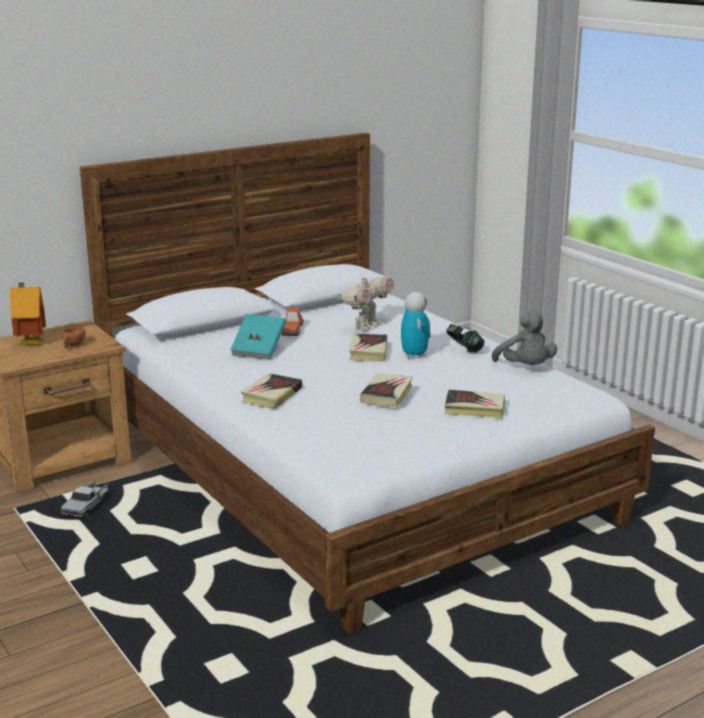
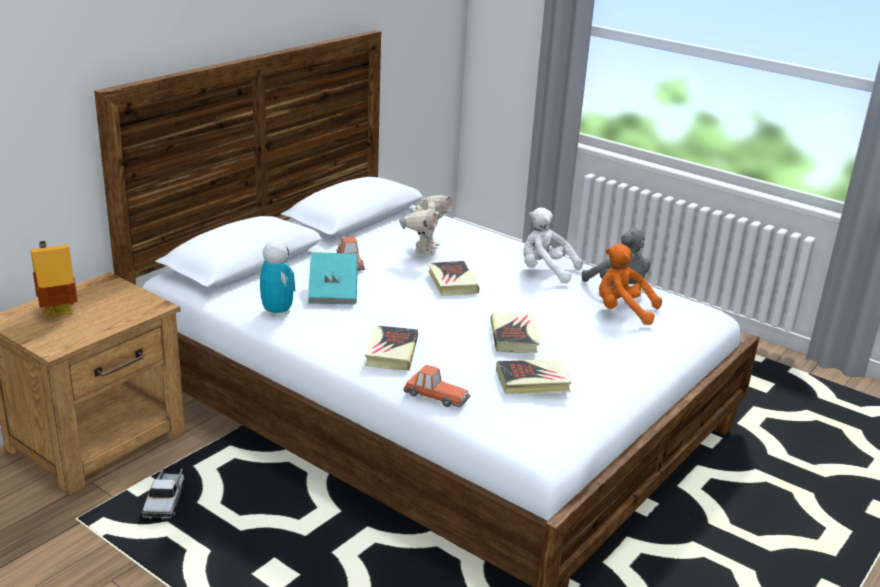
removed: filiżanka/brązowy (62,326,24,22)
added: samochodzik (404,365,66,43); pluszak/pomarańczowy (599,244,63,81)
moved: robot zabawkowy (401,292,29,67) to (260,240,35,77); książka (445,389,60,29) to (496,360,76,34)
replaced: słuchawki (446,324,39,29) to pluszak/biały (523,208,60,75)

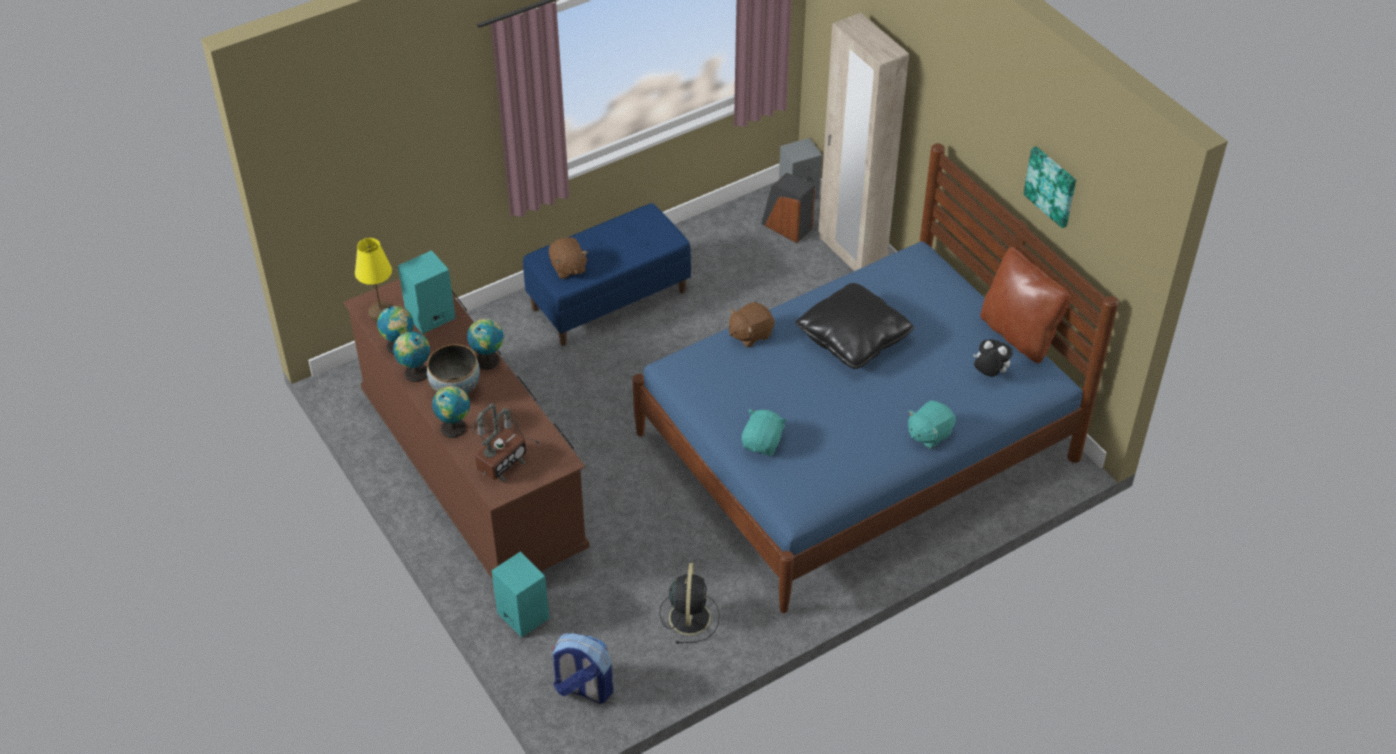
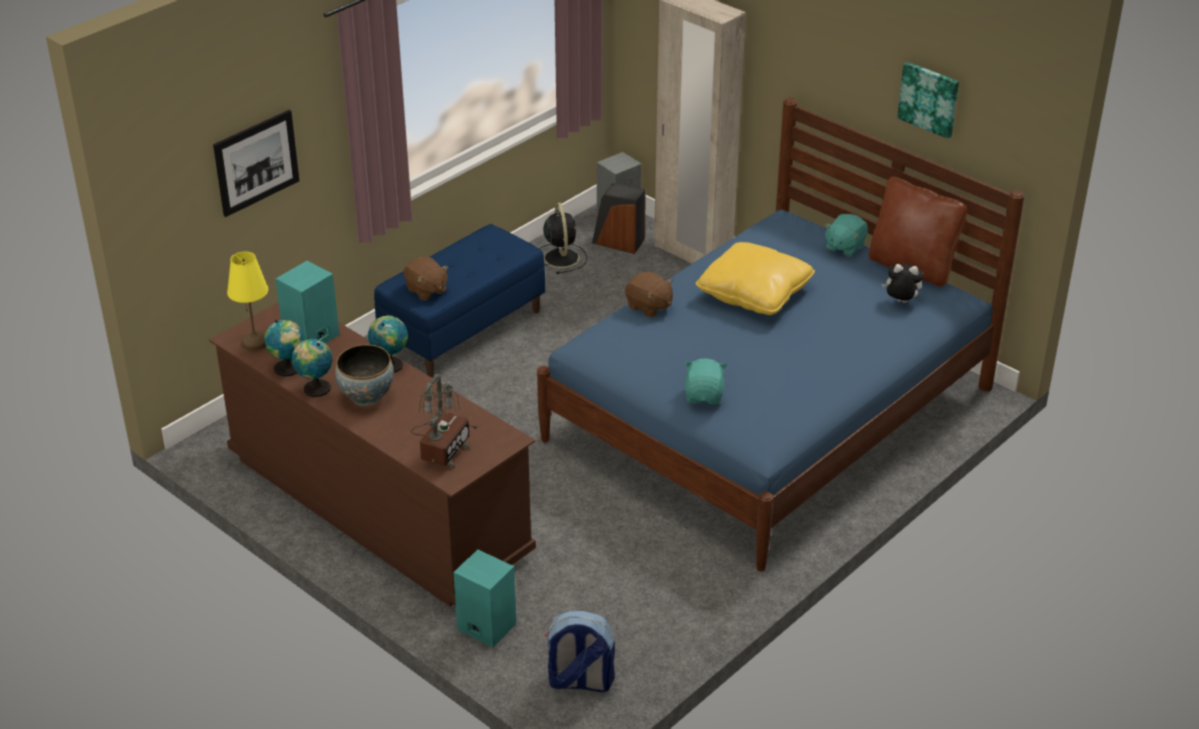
removed: globus (432,386,38,52)
added: obraz (213,110,87,107)
moved: wentylator/czarny (659,563,61,81) to (539,203,48,71); pluszak/turkusowy (908,400,48,49) to (824,214,44,43)
recoloured: poduszka/czarny (796,283,118,86) to poduszka/żółty (696,242,119,73)
turned: pluszak/brązowy (729,302,46,45) = (625,271,48,47) 90 degrees counterclockwise

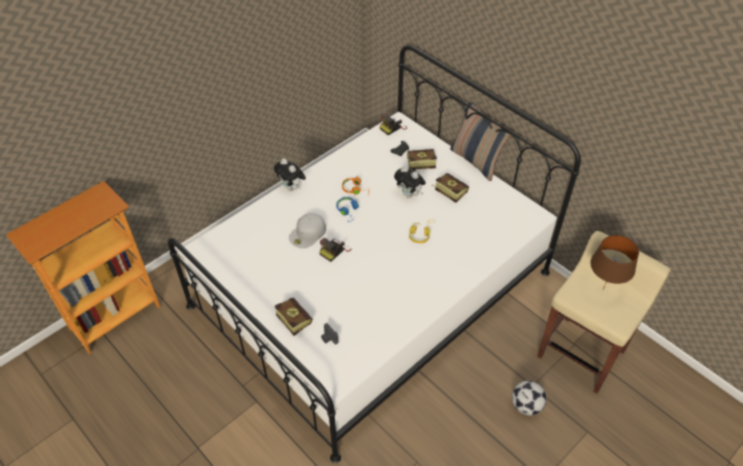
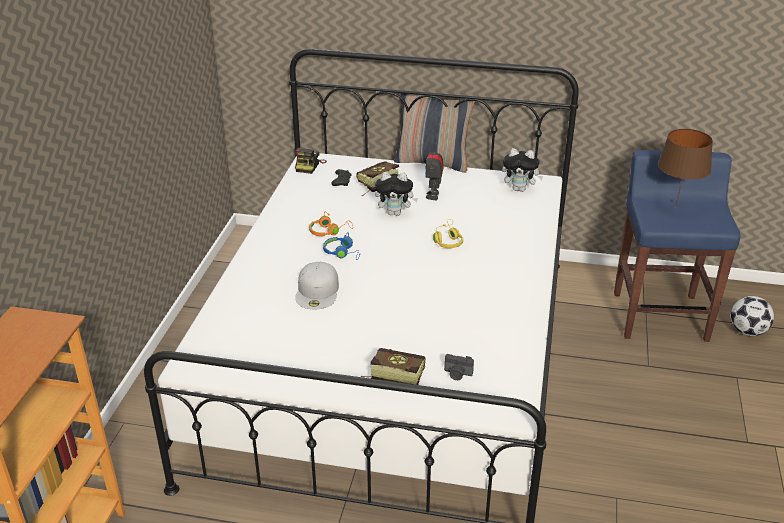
removed: aparat fotograficzny (319,238,32,24)
moved: pluszak (274,158,32,33) to (502,148,42,44); piłka futbolowa (512,381,35,35) to (731,296,43,40)
replaced: książka (432,173,37,30) to robot zabawkowy (425,141,19,59)
recoloured: stołek/beżowy (537,231,134,162) to stołek/niebieski (614,150,127,192)

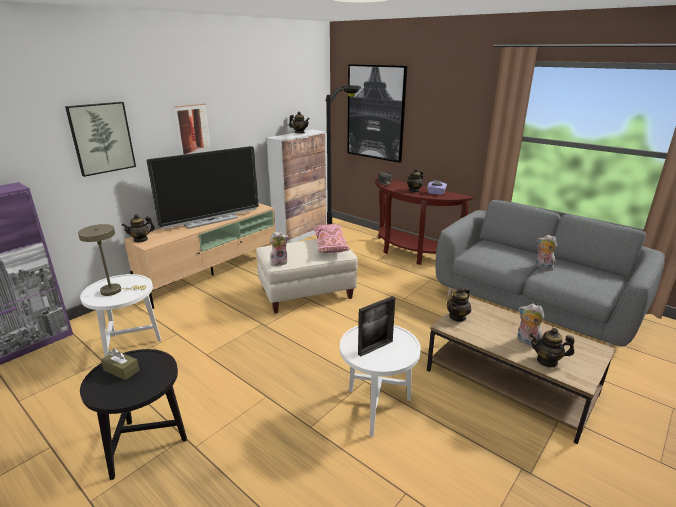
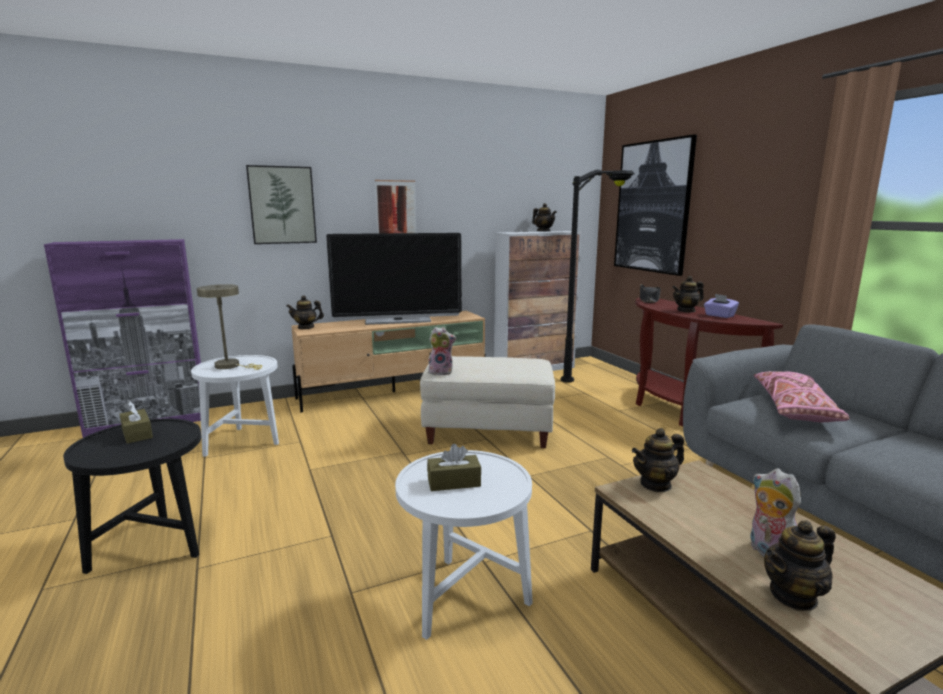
removed: pluszak (536,235,21,36)
moved: poduszka/różowy (313,224,36,29) to (754,371,96,51)
replaced: ramka na zdjęcie (358,296,37,61) to pudełko chusteczek/brązowy (427,444,54,47)
turned: imbryk (530,328,45,39) = (764,520,72,91) 60 degrees counterclockwise

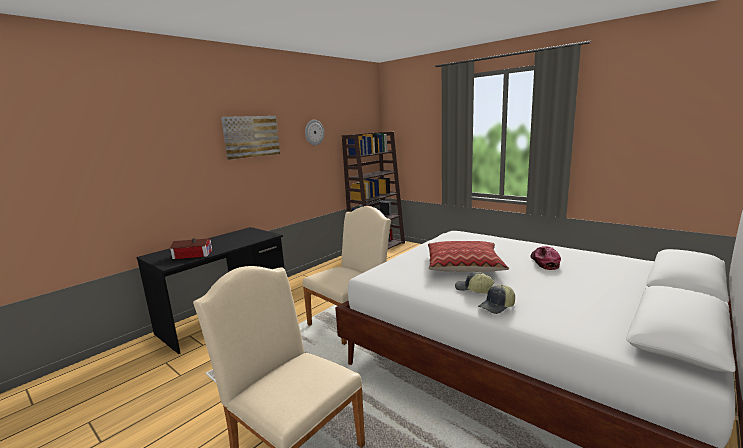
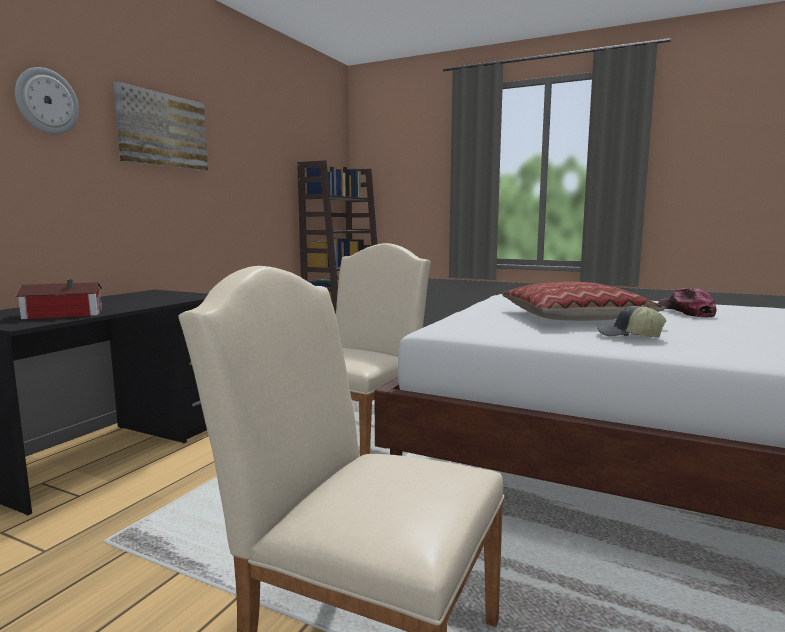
removed: czapka z daszkiem (478,285,37,29)
moved: zegar ścienny (305,120,19,25) to (15,67,64,68)

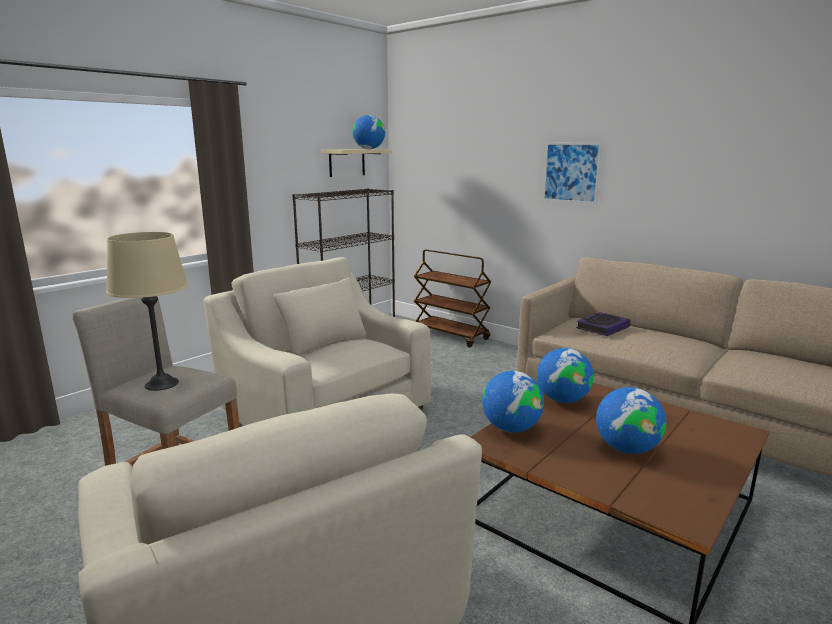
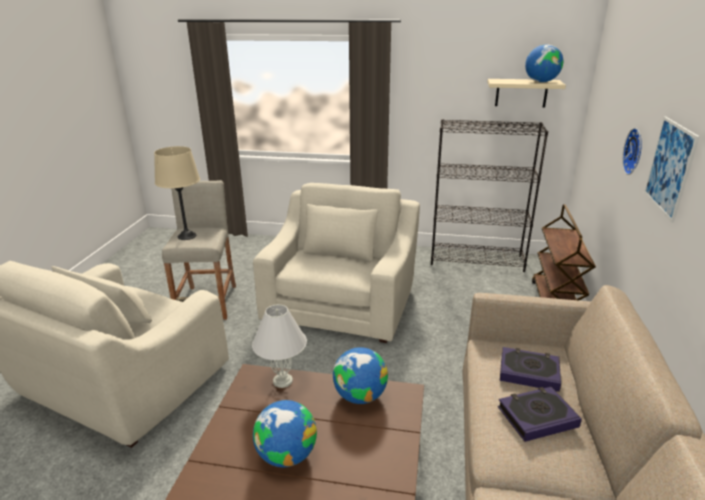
added: książka (498,387,84,55); zegar ścienny (622,128,20,47)
replaced: globus (482,371,62,62) to lampa stołowa/biały (252,304,55,84)

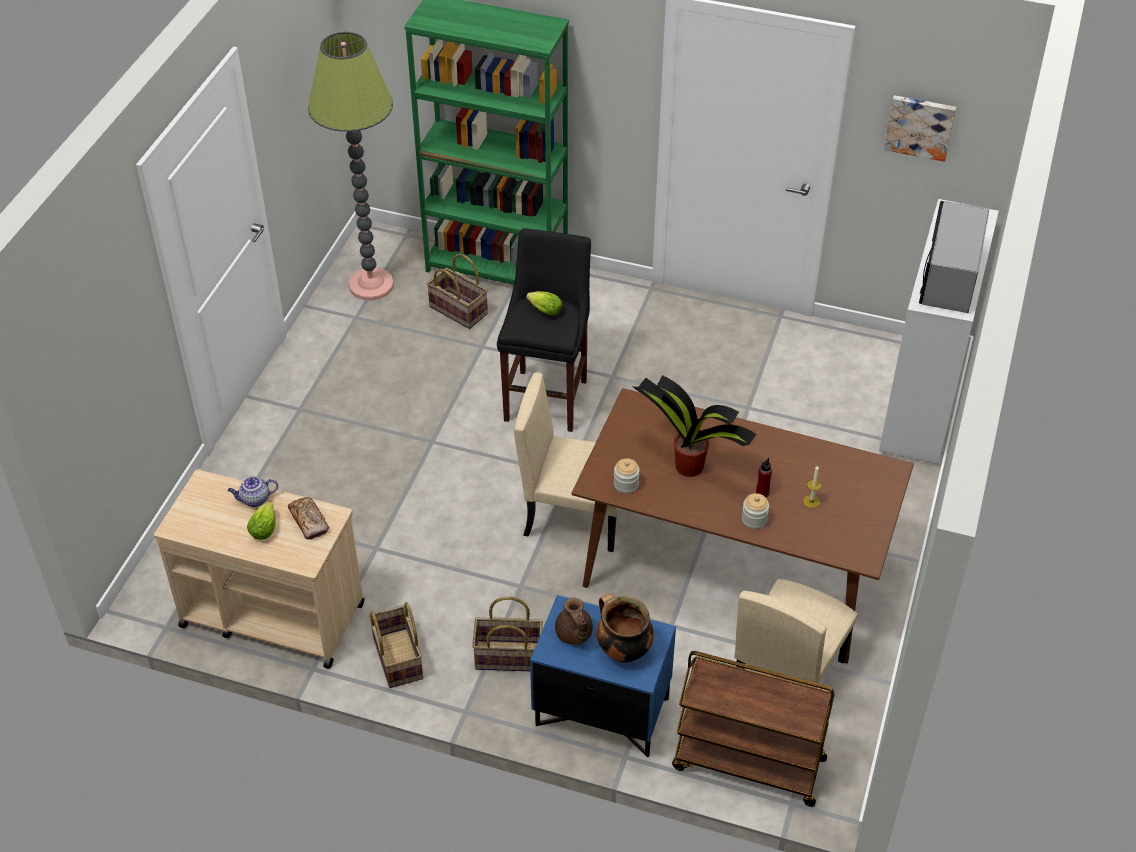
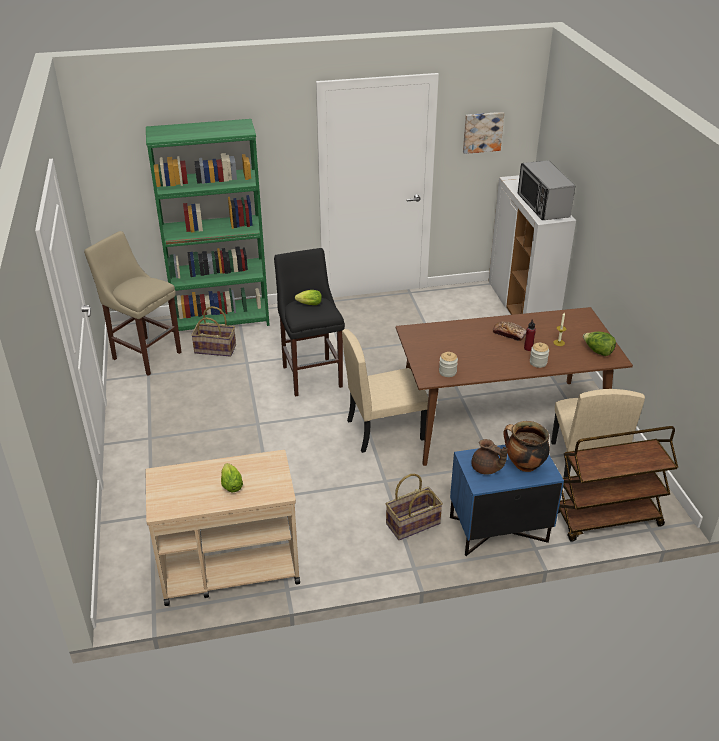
removed: imbryk (228,476,50,31); koszyk (369,602,54,86); roślina doniczkowa (632,375,124,102)
added: sałata (583,332,33,24)
moved: chleb (288,497,41,43) to (493,321,33,20)
replaced: lampa stojąca (308,32,86,269) to stołek/beżowy (84,231,97,145)

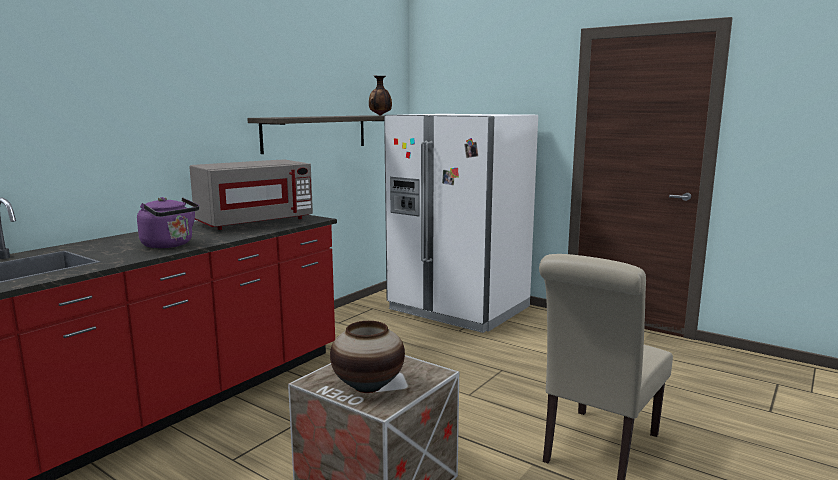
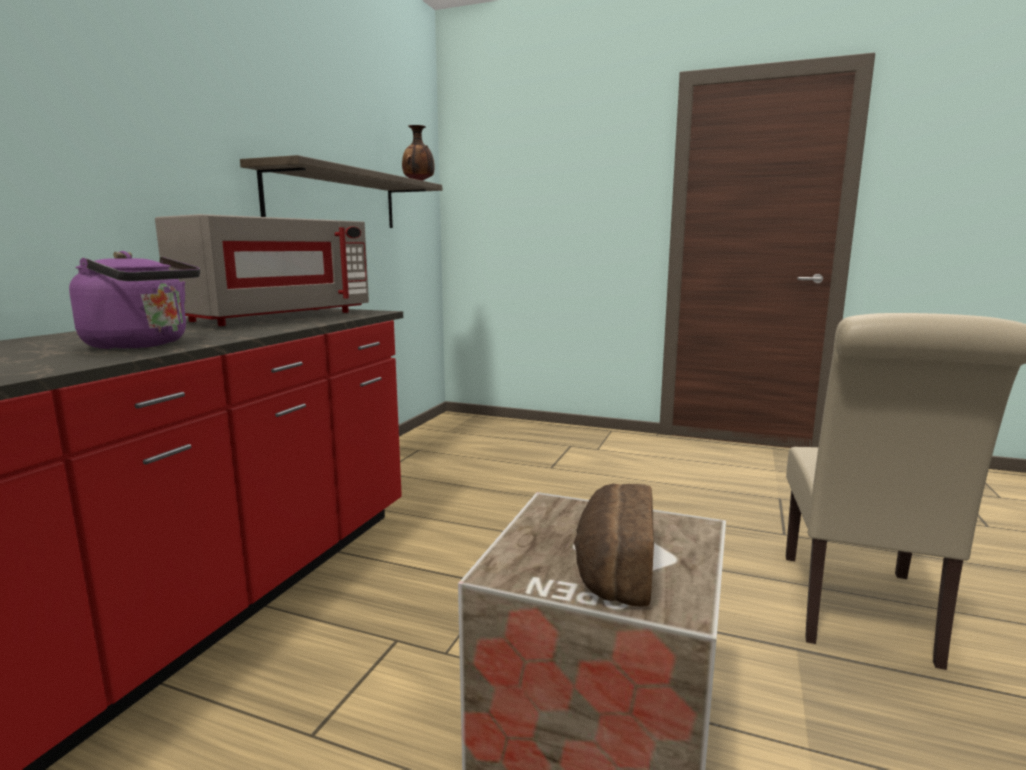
removed: lodówka/biały (384,114,154,219)
replaced: wazon (330,321,75,72) to chleb (574,484,80,123)

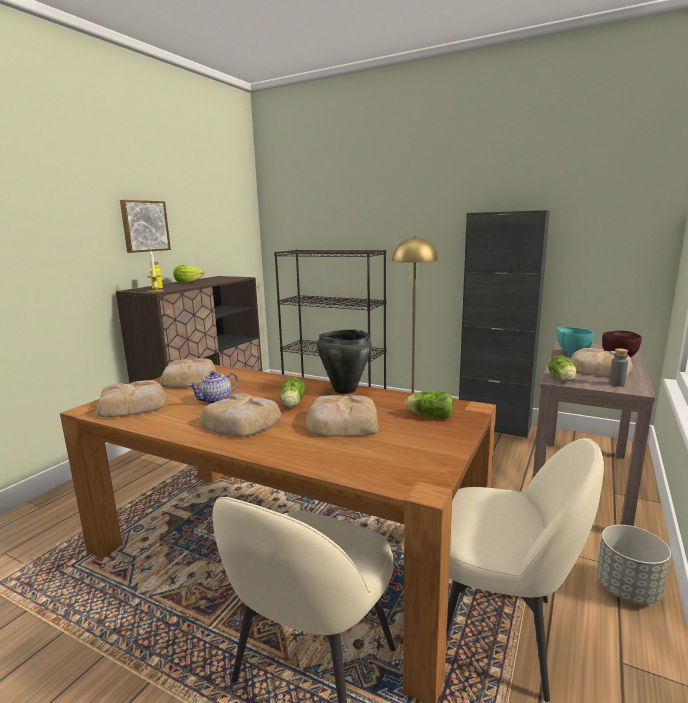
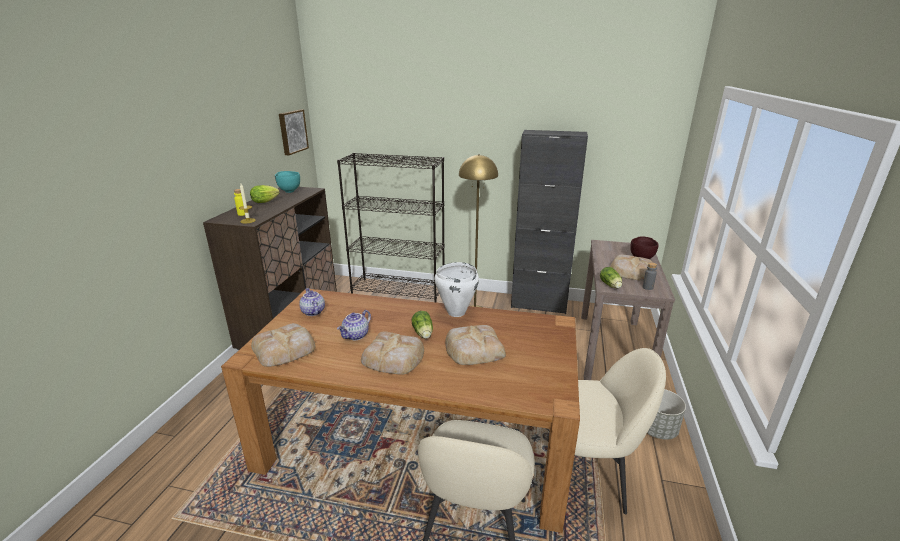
removed: sałata (405,391,49,28)
moved: obraz (120,200,51,53) to (279,109,30,46); miska/turkusowy (556,327,38,28) to (275,171,25,22)
replaced: chleb (160,358,56,30) to imbryk (299,288,26,28)
recoloured: garnek/czarny (317,329,55,65) to garnek/biały (434,262,45,55)

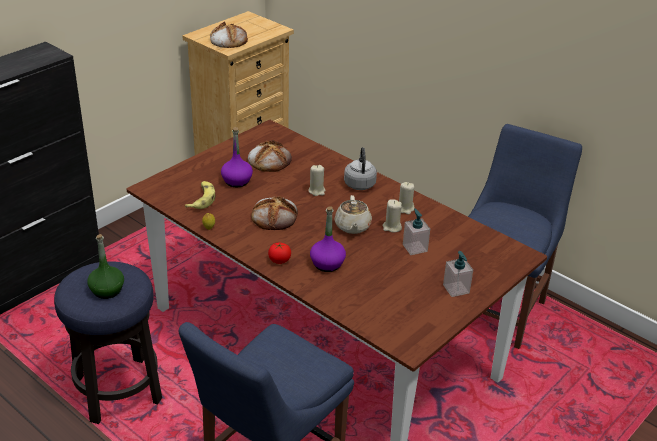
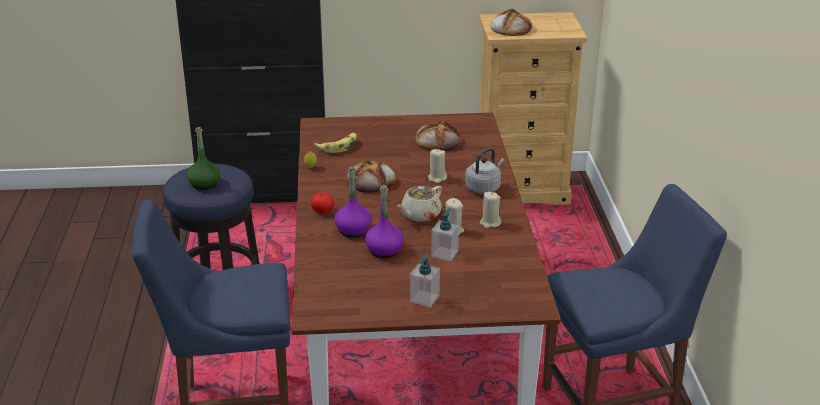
moved: butelka/fioletowy (221,127,32,60) to (365,185,39,73)

